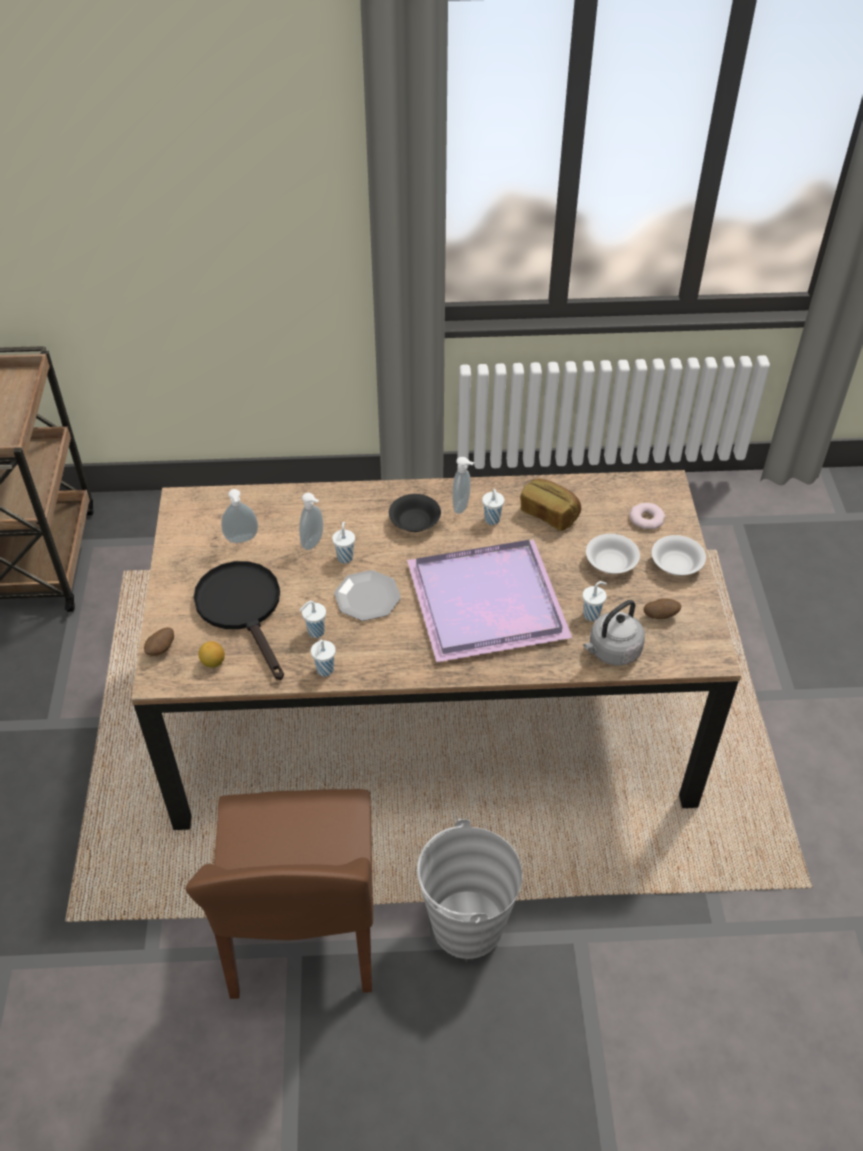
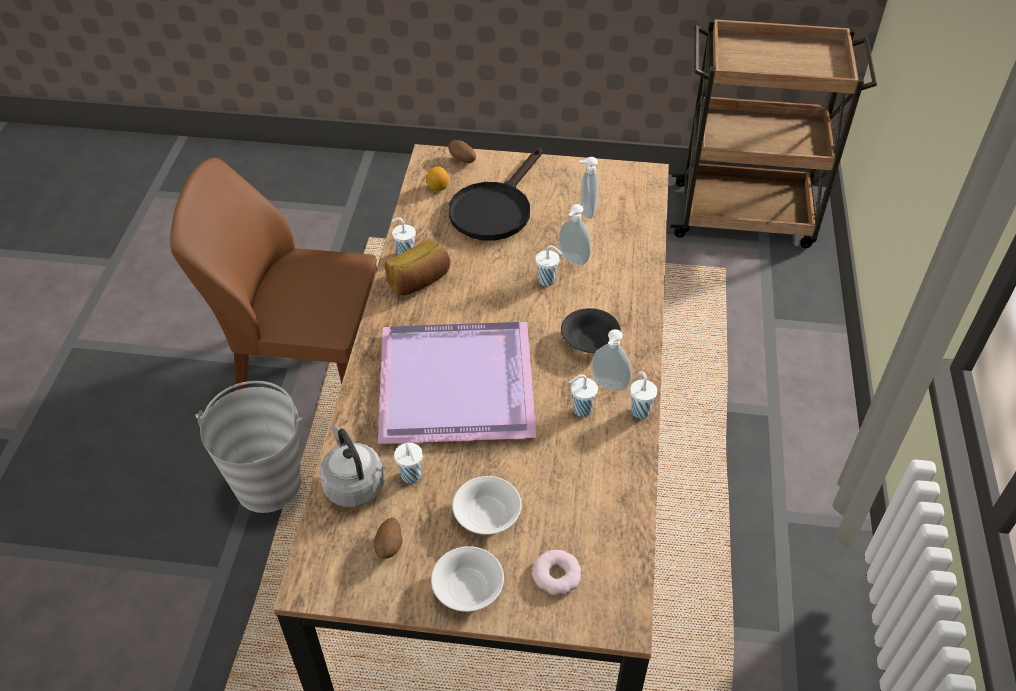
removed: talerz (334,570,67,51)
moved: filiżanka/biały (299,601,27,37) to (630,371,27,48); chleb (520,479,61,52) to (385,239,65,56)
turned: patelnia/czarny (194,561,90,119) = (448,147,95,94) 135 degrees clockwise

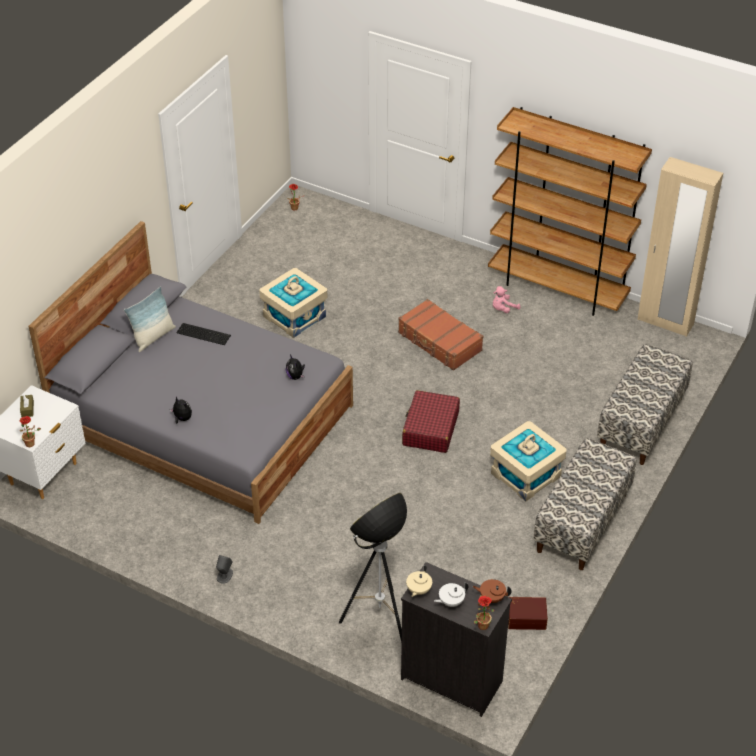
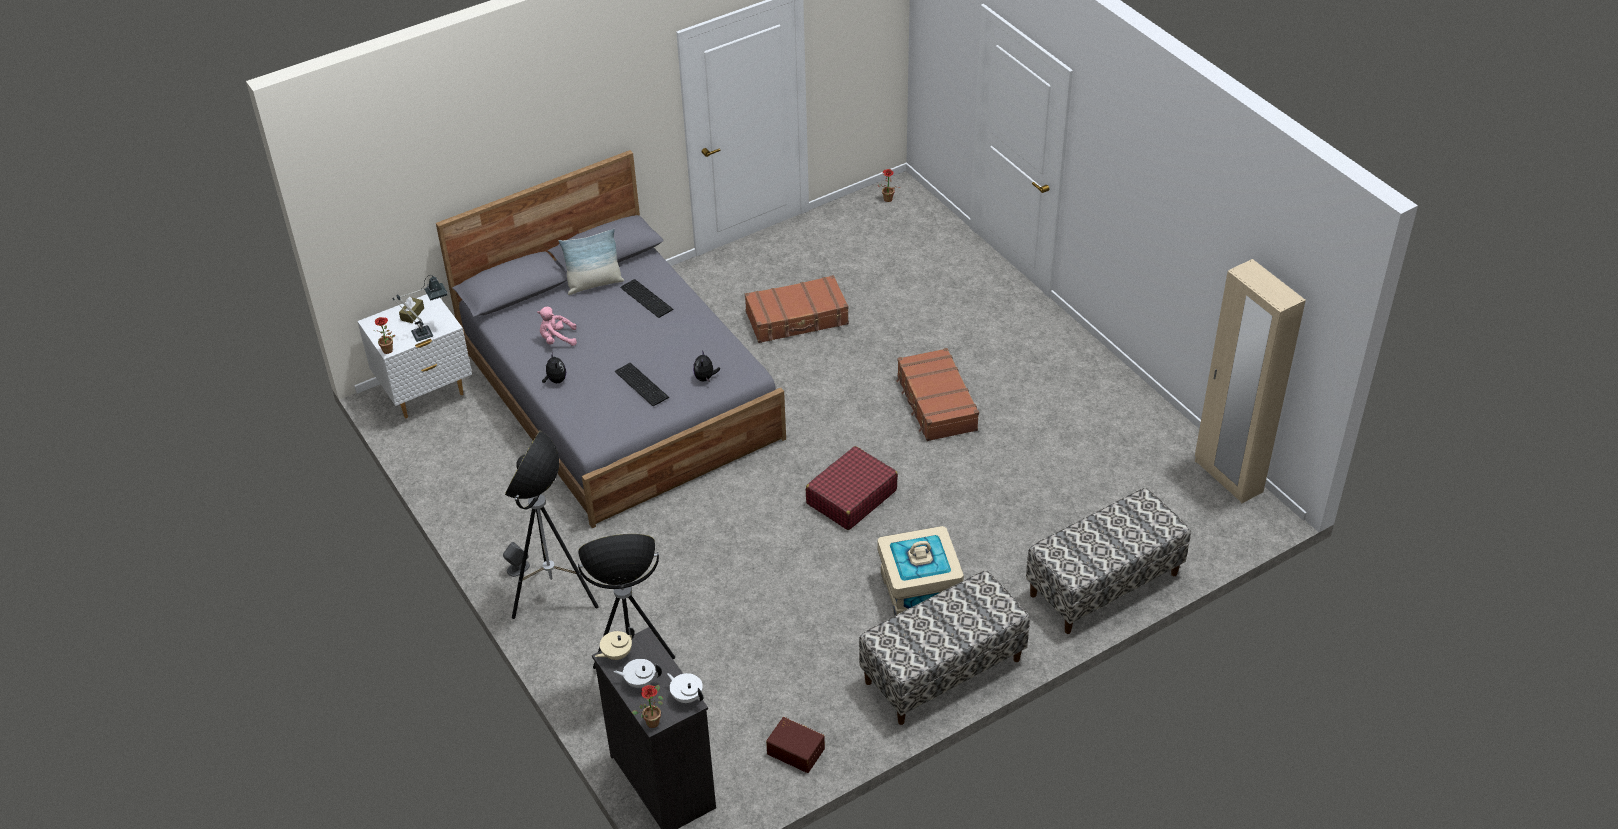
removed: regał/brązowy (488,107,164,209)
added: lampa stołowa (393,275,55,67); lampa stojąca (505,430,94,189); klawiatura (615,363,54,43)
moved: pluszak/różowy (493,286,27,27) to (537,307,40,39)
replaced: pojemnik do przechowywania/beżowy (259,268,68,70) to walizka/brązowy (745,275,104,68)
recoloured: imbryk/brązowy (473,579,39,24) to imbryk/biały (667,673,36,30)

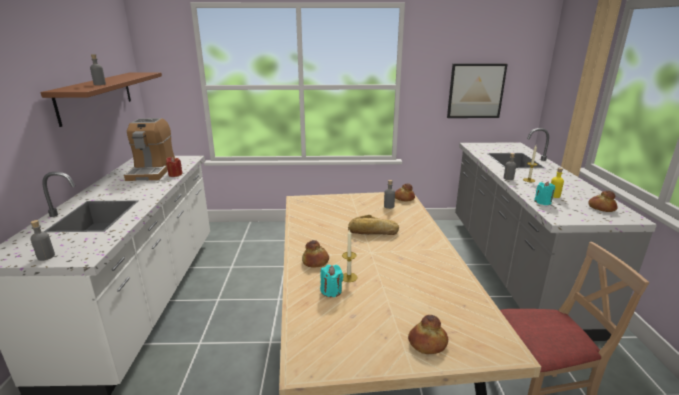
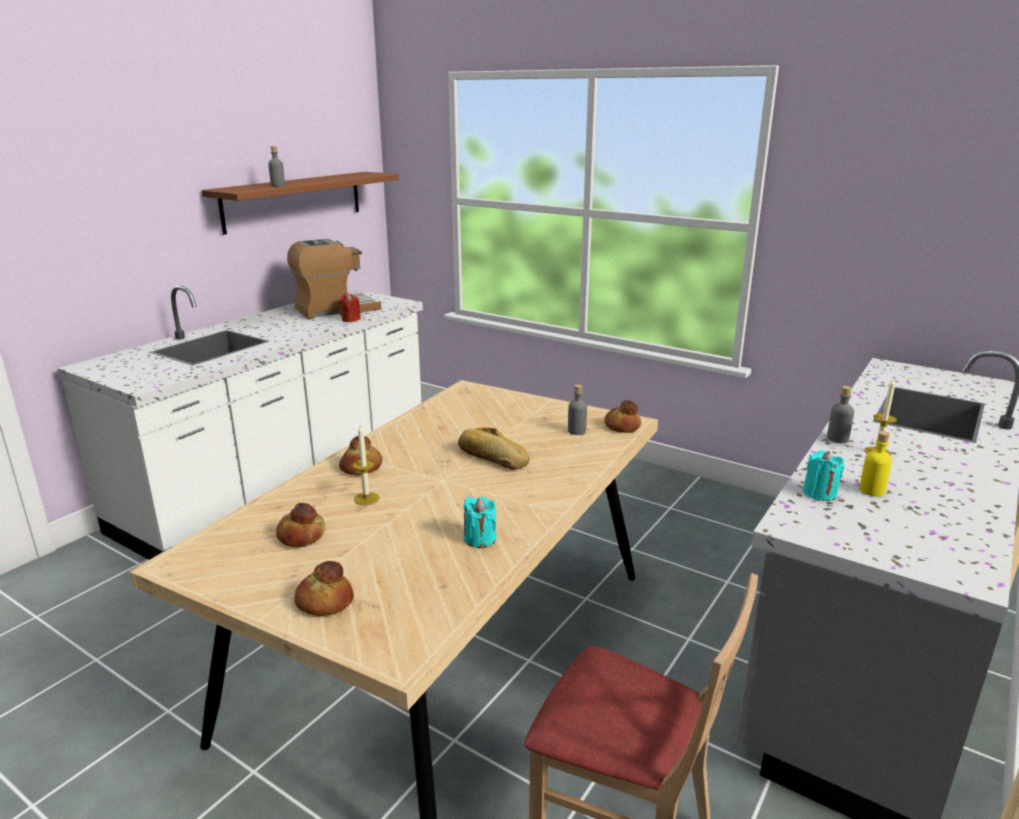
removed: butelka/szary (30,220,25,41); obraz (447,64,61,54)
moved: świeca/turkusowy (320,265,23,32) to (464,497,32,51); chleb (588,191,29,21) to (276,503,49,44)
turned: ekspres do kawy (124,118,51,63) = (287,239,94,81) 150 degrees counterclockwise

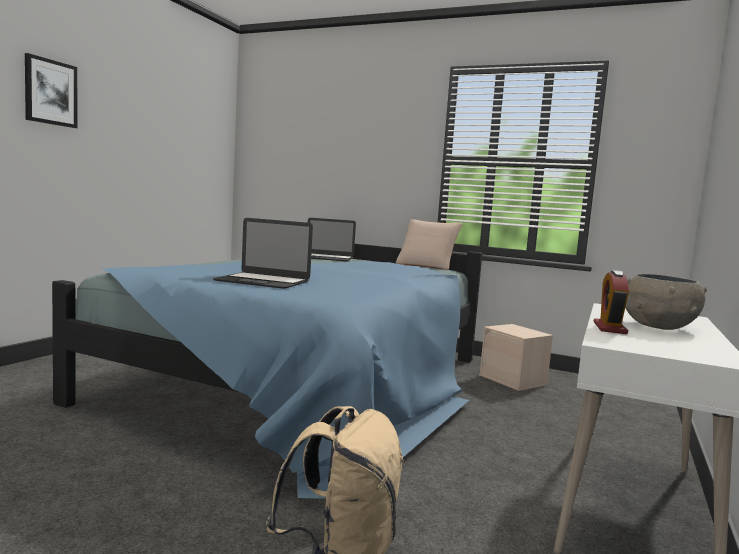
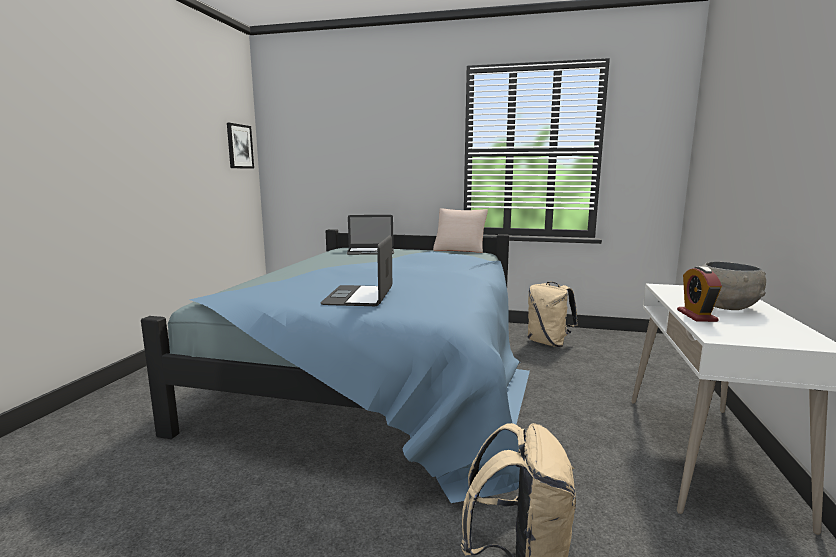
moved: obraz (25,53,52,75) to (227,123,27,46)
replaced: pojemnik do przechowywania/beżowy (479,324,74,67) to plecak/beżowy (527,282,51,65)
turned: laptop (213,218,100,71) = (320,235,72,71) 90 degrees clockwise

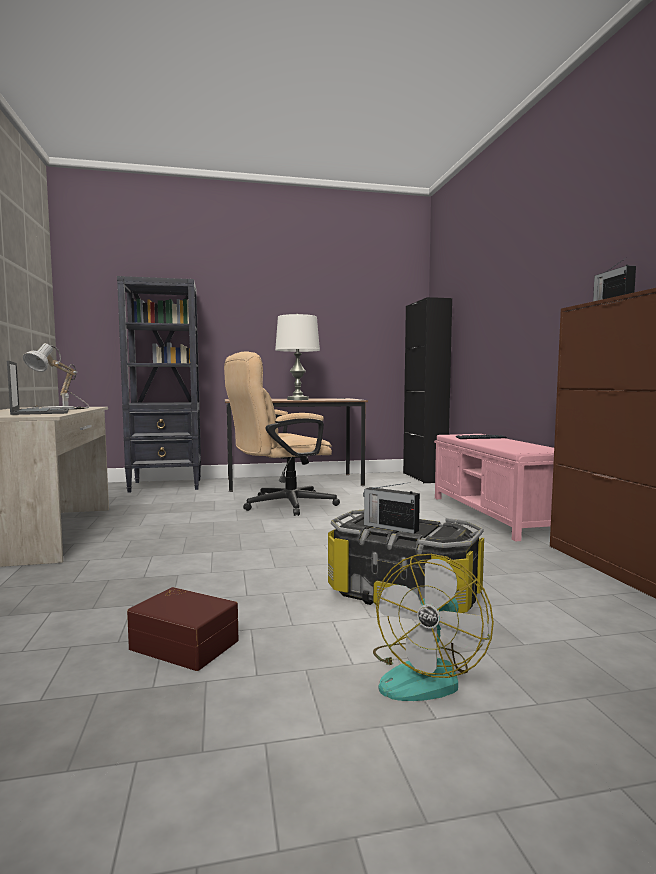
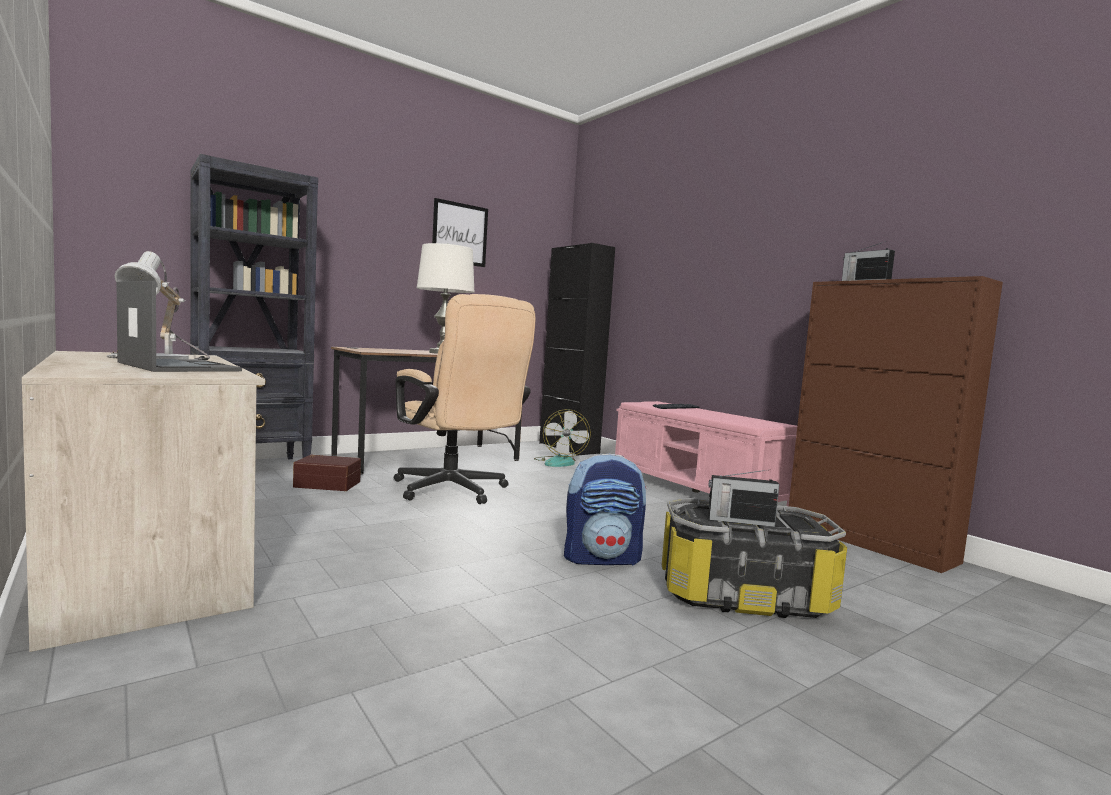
added: obraz (432,198,56,69); plecak (564,454,82,111)
moved: pojemnik do przechowywania/brązowy (127,587,111,84) to (293,455,68,36); wentylator (373,554,121,147) to (534,409,57,58)
turned: krzesło biurowe/beżowy (224,352,116,164) = (394,294,141,210) 75 degrees counterclockwise

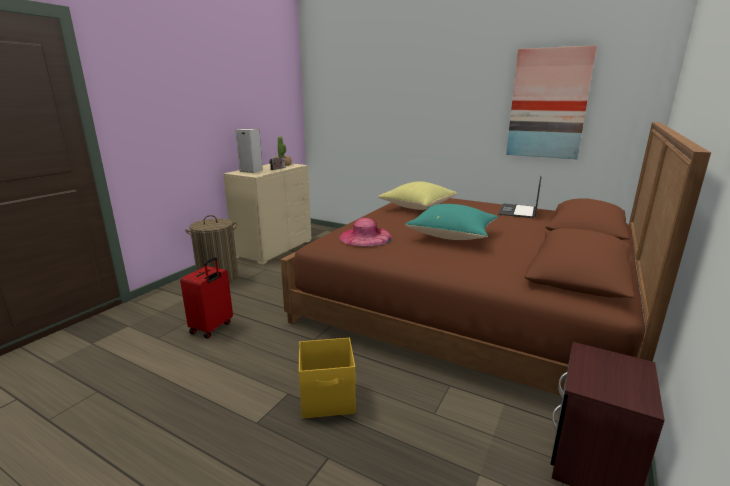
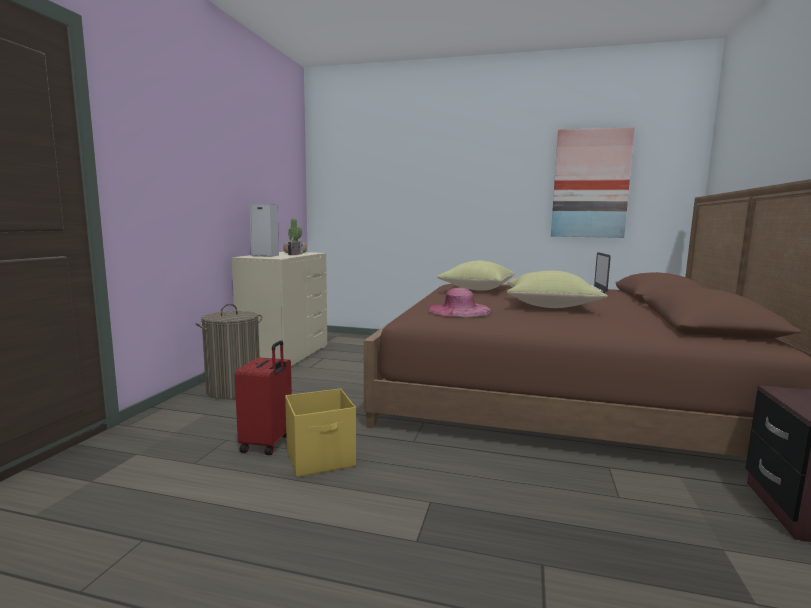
moved: pojemnik do przechowywania/żółty (299,338,57,81) to (285,388,71,89)
recoloured: poduszka/turkusowy (405,204,93,36) to poduszka/żółty (507,271,101,37)

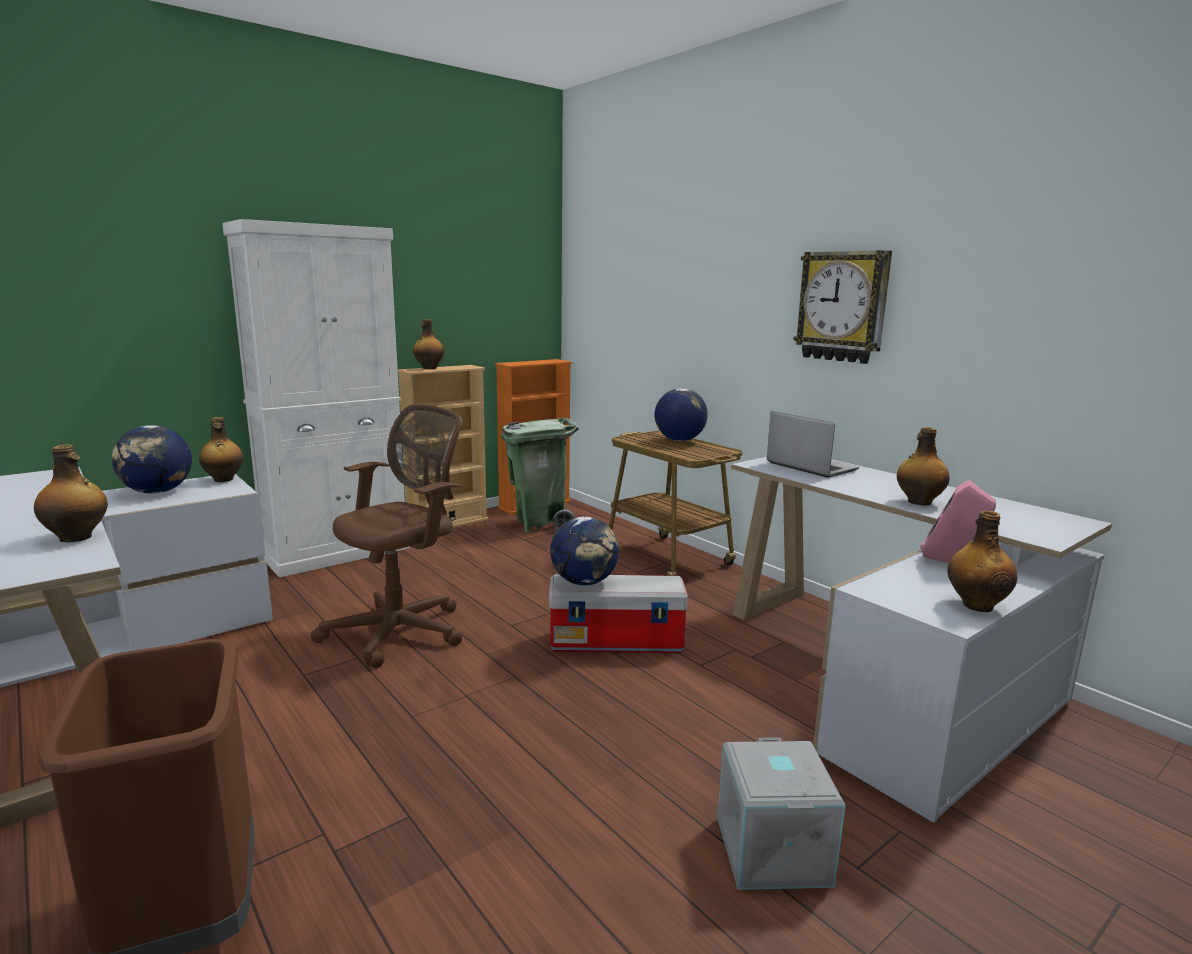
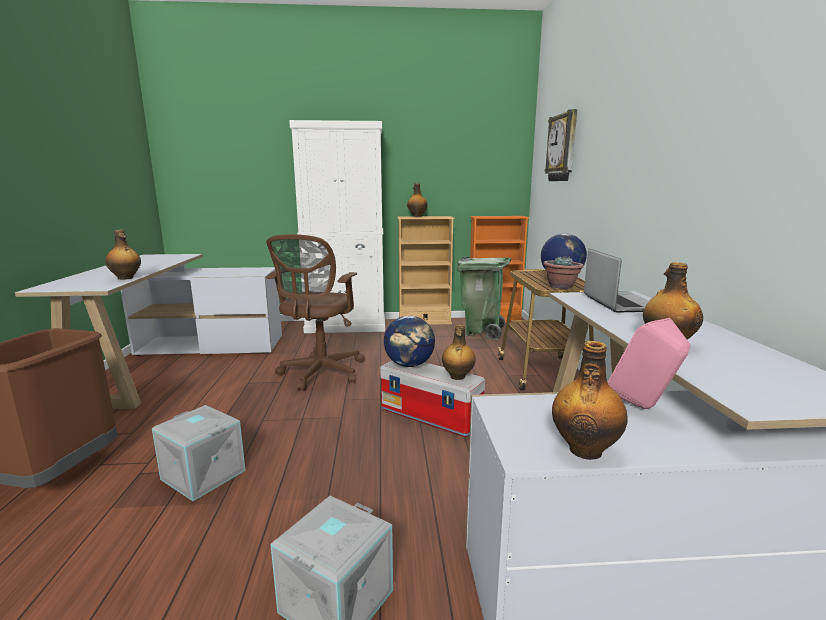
removed: globus (112,425,80,69)
added: pojemnik do przechowywania/szary (152,405,93,96); roślina doniczkowa (543,255,41,34)
moved: butelka (199,417,44,65) to (442,325,34,55); zegar ścienny (793,250,99,114) to (545,109,32,72)
turned: krzesło biurowe/brązowy (310,404,153,264) = (266,234,99,157) 120 degrees clockwise

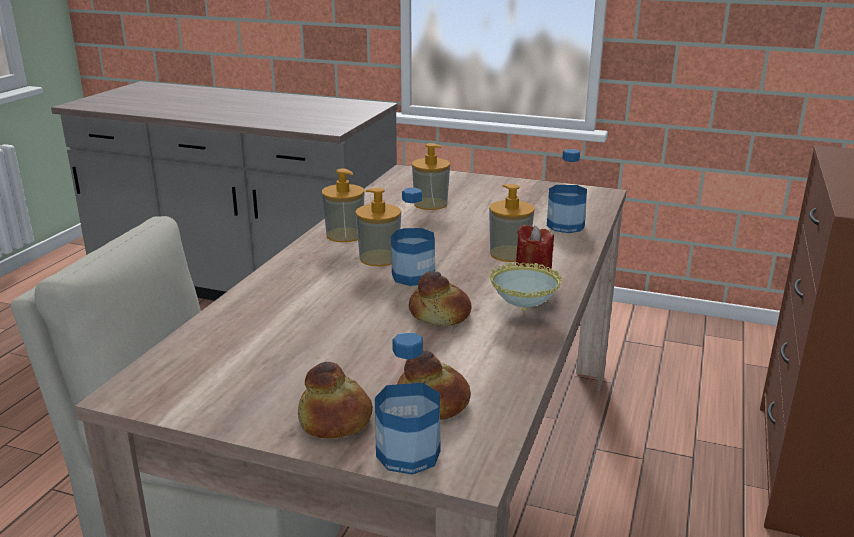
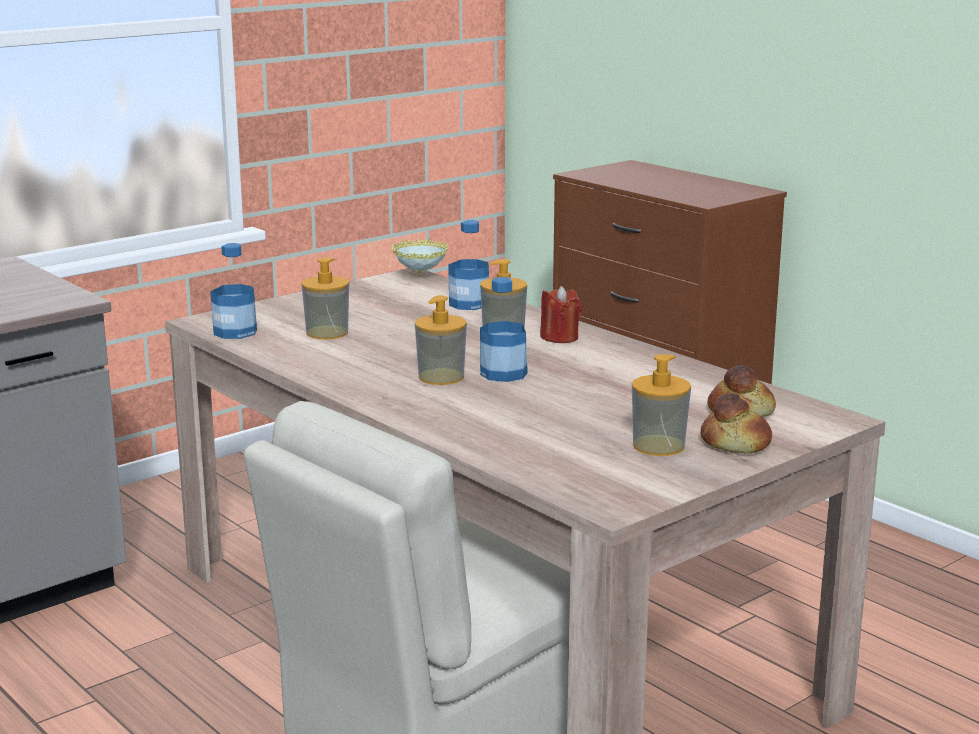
removed: chleb (409,271,62,55)
moved: dozownik mydła (322,169,42,73) to (632,354,59,102); butelka (375,333,66,142) to (210,243,47,96); miska (489,262,73,49) to (392,239,57,38)

